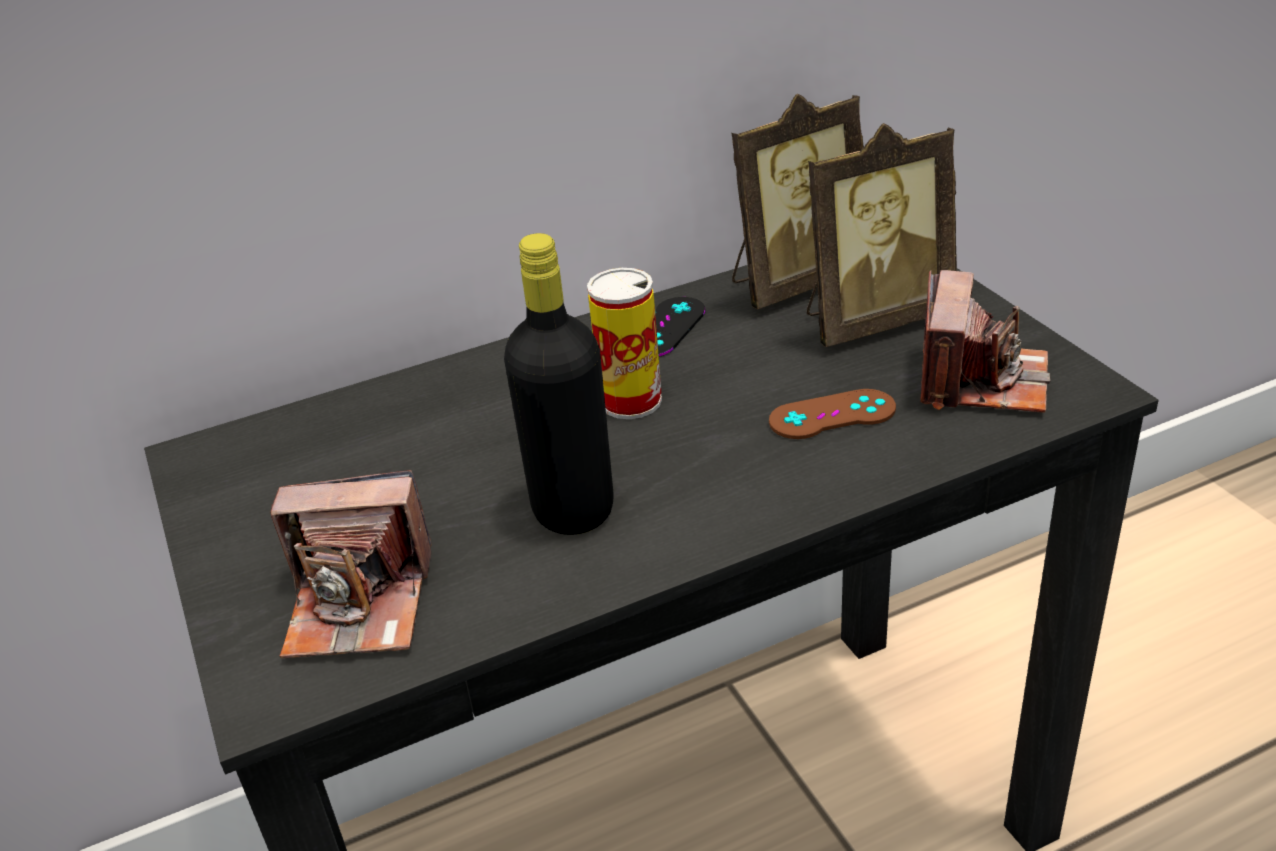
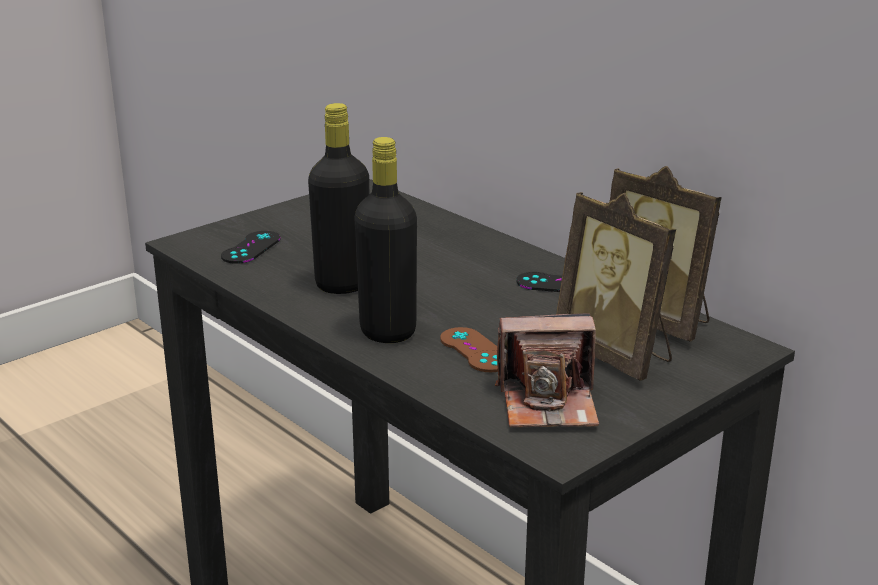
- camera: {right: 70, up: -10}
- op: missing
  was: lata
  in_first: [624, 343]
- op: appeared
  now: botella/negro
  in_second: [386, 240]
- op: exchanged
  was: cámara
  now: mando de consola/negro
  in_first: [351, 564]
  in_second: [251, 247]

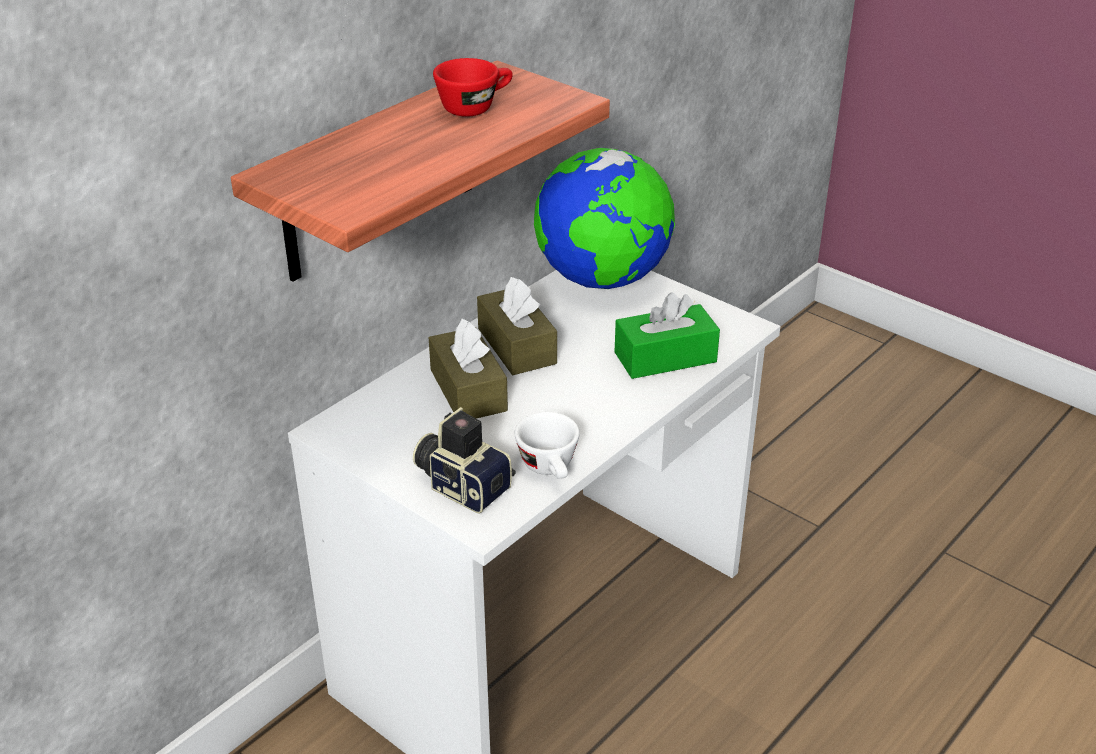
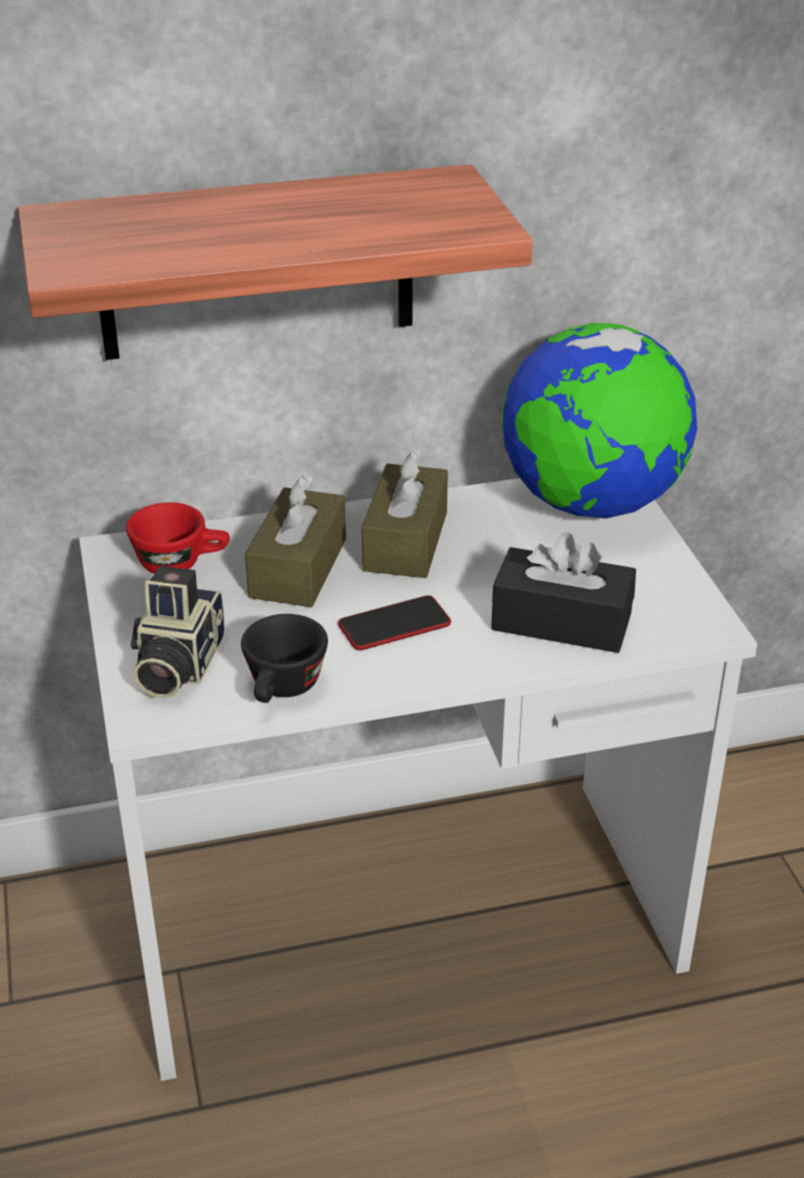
- camera: {right: 35, up: 0}
- op: appeared
  now: móvil
  in_second: [394, 622]
- op: relocated
  was: taza/rojo
  in_first: [473, 87]
  in_second: [178, 538]
- op: colour
  was: taza/blanco
  now: taza/negro
  in_first: [547, 445]
  in_second: [284, 658]
- op: colour
  was: caja de pañuelos/verde
  now: caja de pañuelos/negro
  in_first: [667, 335]
  in_second: [563, 592]
- op: spun
  was: cámara
  in_first: [464, 460]
  in_second: [178, 632]
  clockwise: -150

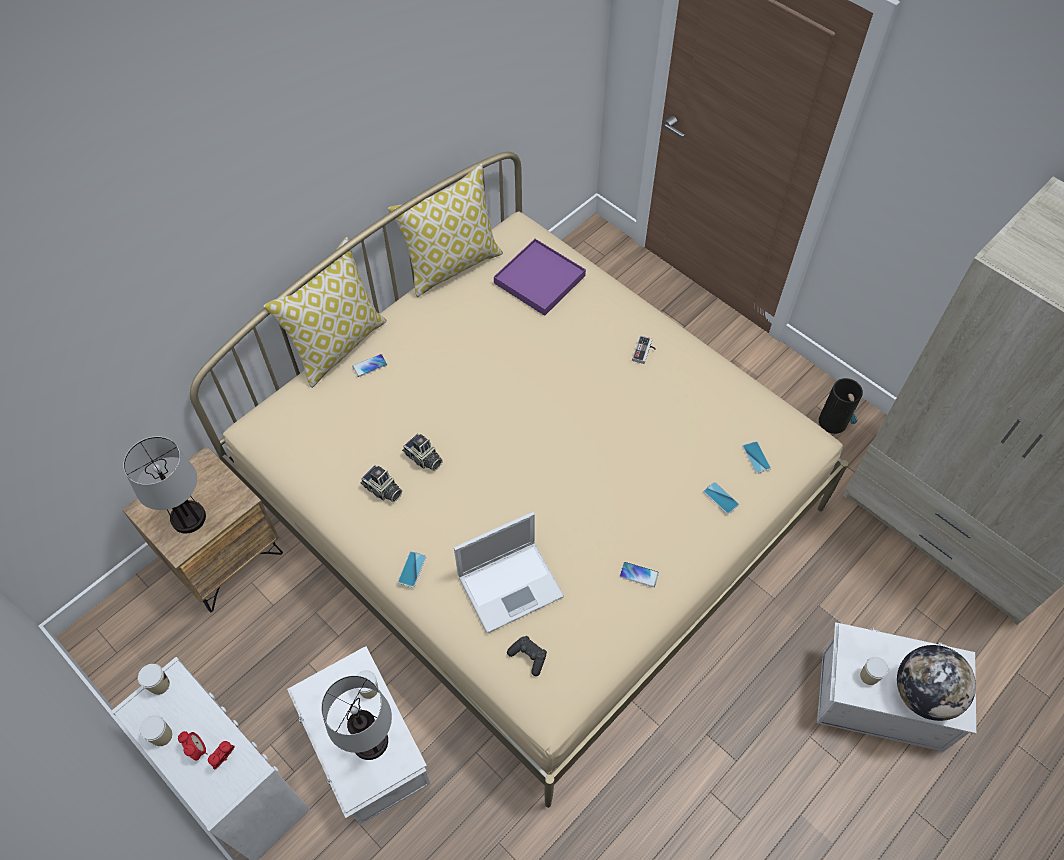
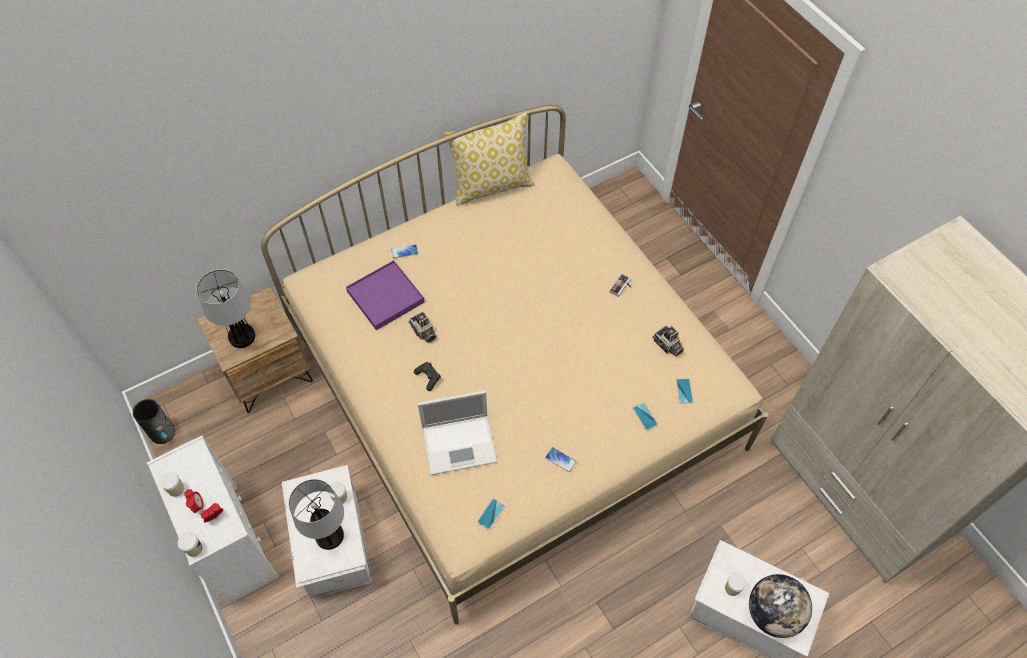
- camera: {right: 15, up: 0}
- op: missing
  was: cojín
  in_first: [325, 312]
- op: relocated
  was: taza
  in_first: [154, 679]
  in_second: [190, 544]
- op: relocated
  was: cámara
  in_first: [381, 483]
  in_second: [668, 341]
- op: relocated
  was: móvil
  in_first: [412, 569]
  in_second: [491, 514]
- op: relocated
  was: bandeja/morado
  in_first: [540, 277]
  in_second: [385, 295]
- op: relocated
  was: mando de consola/negro
  in_first: [527, 656]
  in_second: [427, 376]
- op: relocated
  was: florero
  in_first: [841, 406]
  in_second: [154, 421]

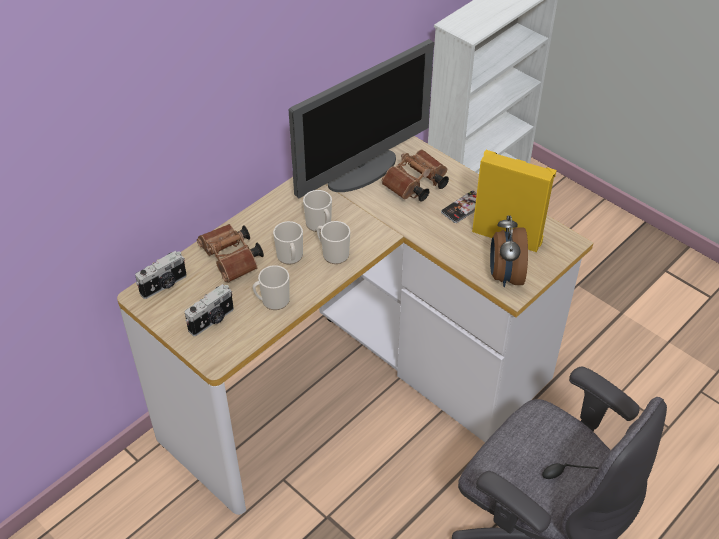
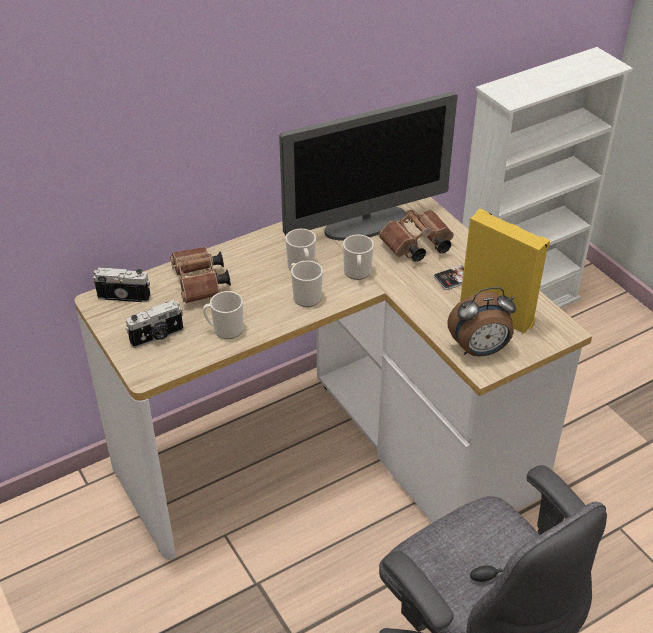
- camera: {right: 15, up: -5}
- op: relocated
  was: taza grande
  in_first: [288, 243]
  in_second: [358, 257]
- op: spun
  was: cámara
  in_first: [161, 275]
  in_second: [122, 284]
  clockwise: -150
- op: spun
  was: despertador
  in_first: [509, 251]
  in_second: [481, 321]
  clockwise: -120

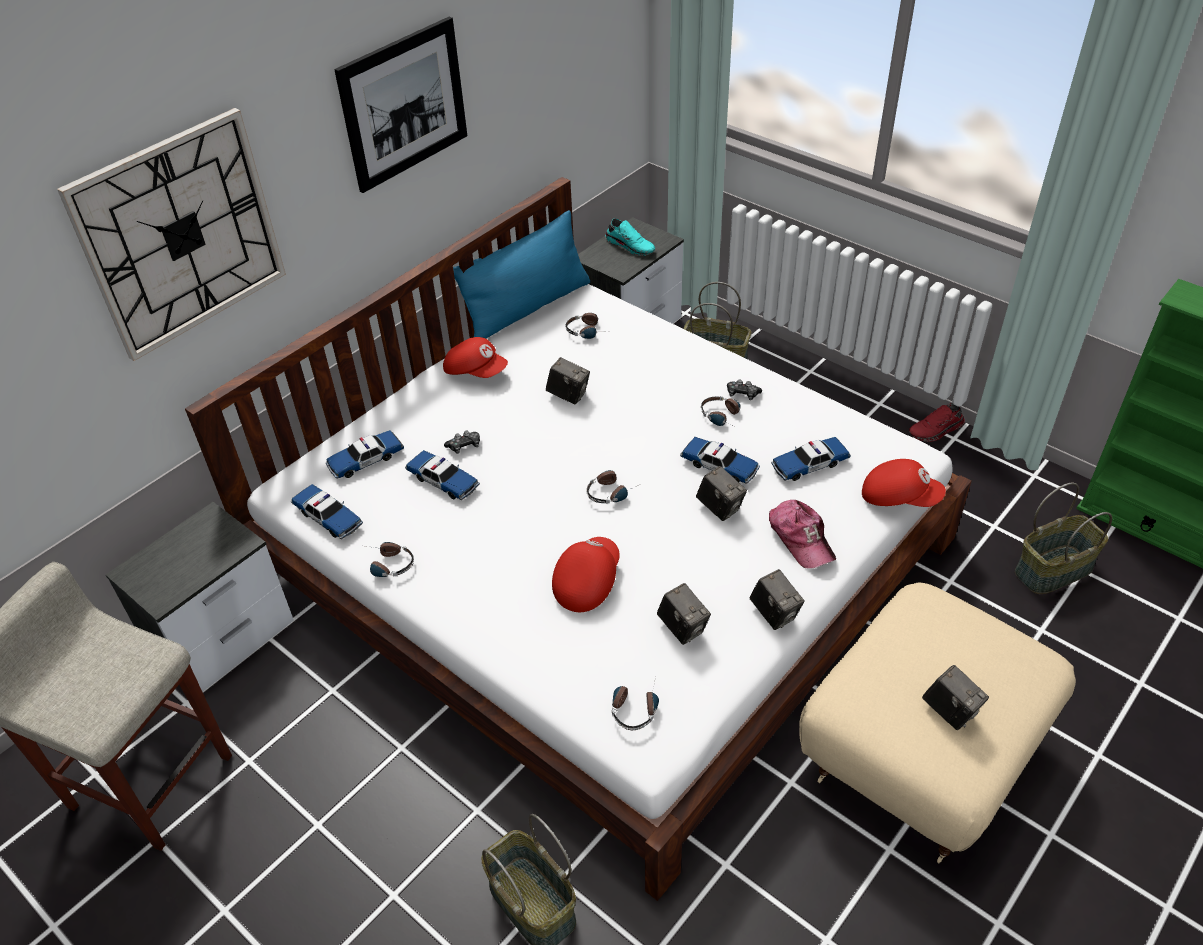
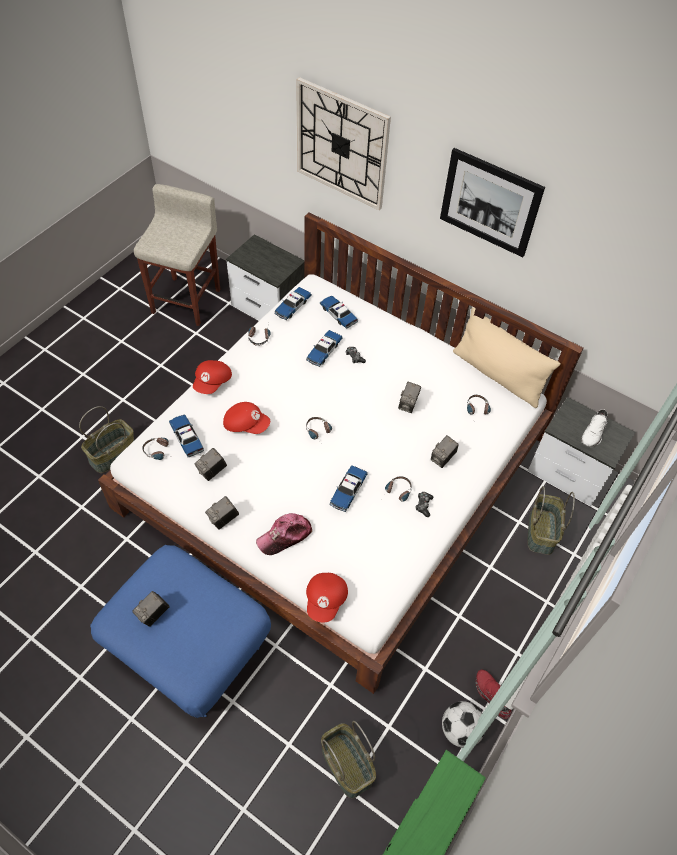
- camera: {right: 80, up: 10}
- op: appeared
  now: balón de fútbol
  in_second: [463, 724]
- op: relocated
  was: gorra/rojo
  in_first: [475, 357]
  in_second: [212, 377]
- op: relocated
  was: cámara
  in_first: [721, 493]
  in_second: [445, 451]
- op: relocated
  was: coche de juguete
  in_first: [811, 459]
  in_second: [186, 435]
- op: colour
  was: cojín/azul
  now: cojín/beis
  in_first: [521, 274]
  in_second: [507, 357]
- op: colour
  was: zapato/turquesa
  now: zapato/blanco
  in_first: [630, 237]
  in_second: [594, 428]
- op: colour
  was: puf/beis
  now: puf/azul
  in_first: [937, 722]
  in_second: [180, 631]

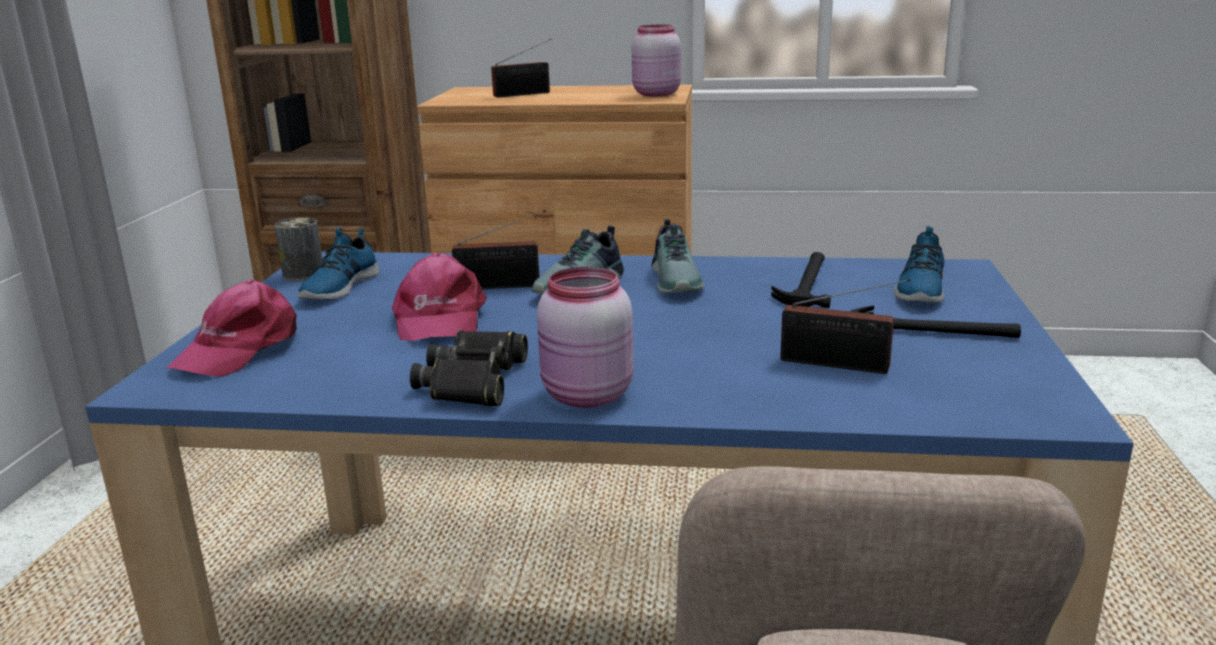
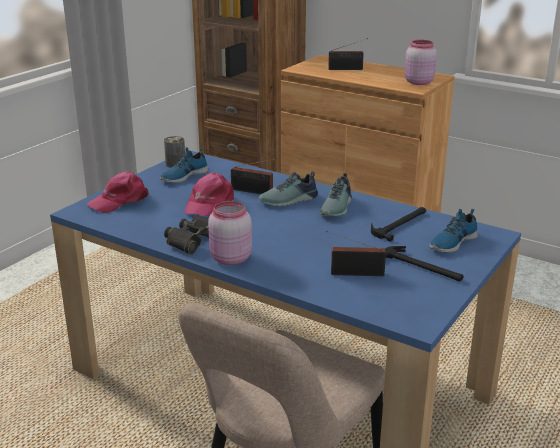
- camera: {right: 25, up: 5}
- op: spun
  was: radio
  in_first: [845, 326]
  in_second: [356, 253]
  clockwise: 135

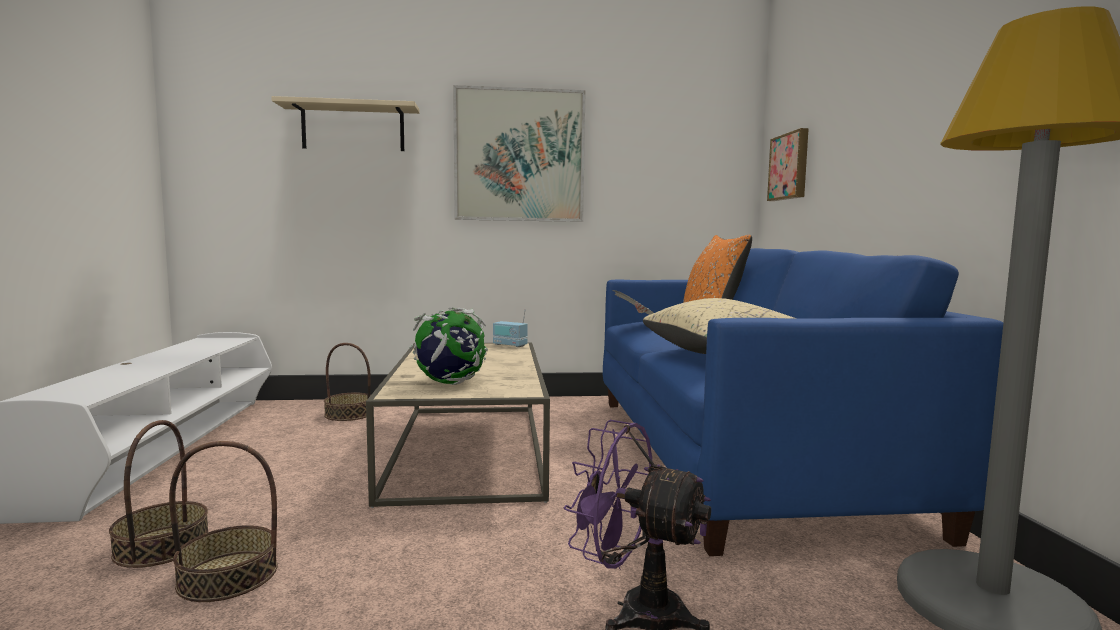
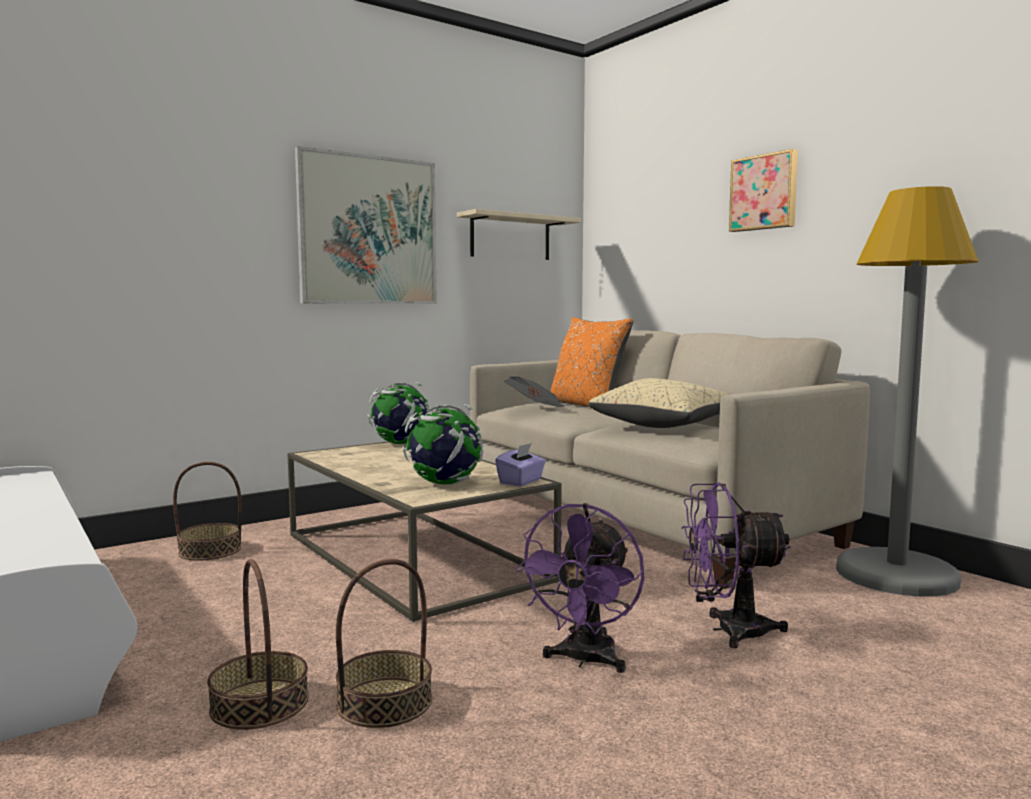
- camera: {right: -30, up: 0}
- op: appeared
  now: caja de pañuelos/morado
  in_second: [520, 464]
- op: appeared
  now: ventilador/morado
  in_second: [579, 588]
- op: relocated
  was: estante/beis
  in_first: [345, 123]
  in_second: [519, 234]
- op: relocated
  was: cuadro
  in_first: [788, 164]
  in_second: [763, 190]
- op: exchanged
  was: radio
  now: globo terráqueo
  in_first: [510, 328]
  in_second: [398, 413]
- op: colour
  was: sofá/azul
  now: sofá/beis
  in_first: [803, 402]
  in_second: [670, 459]

